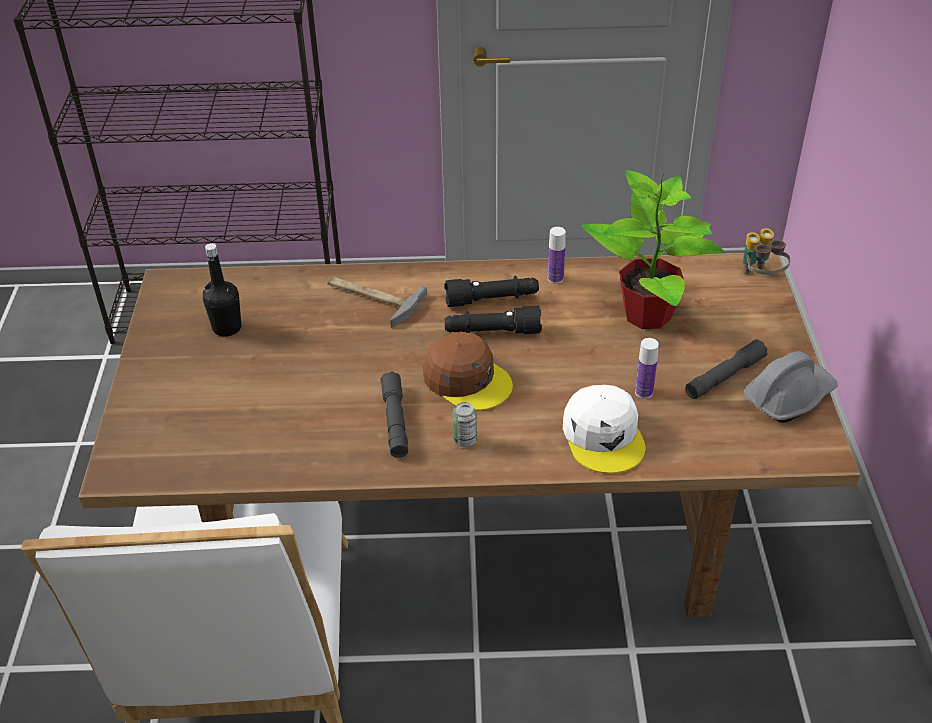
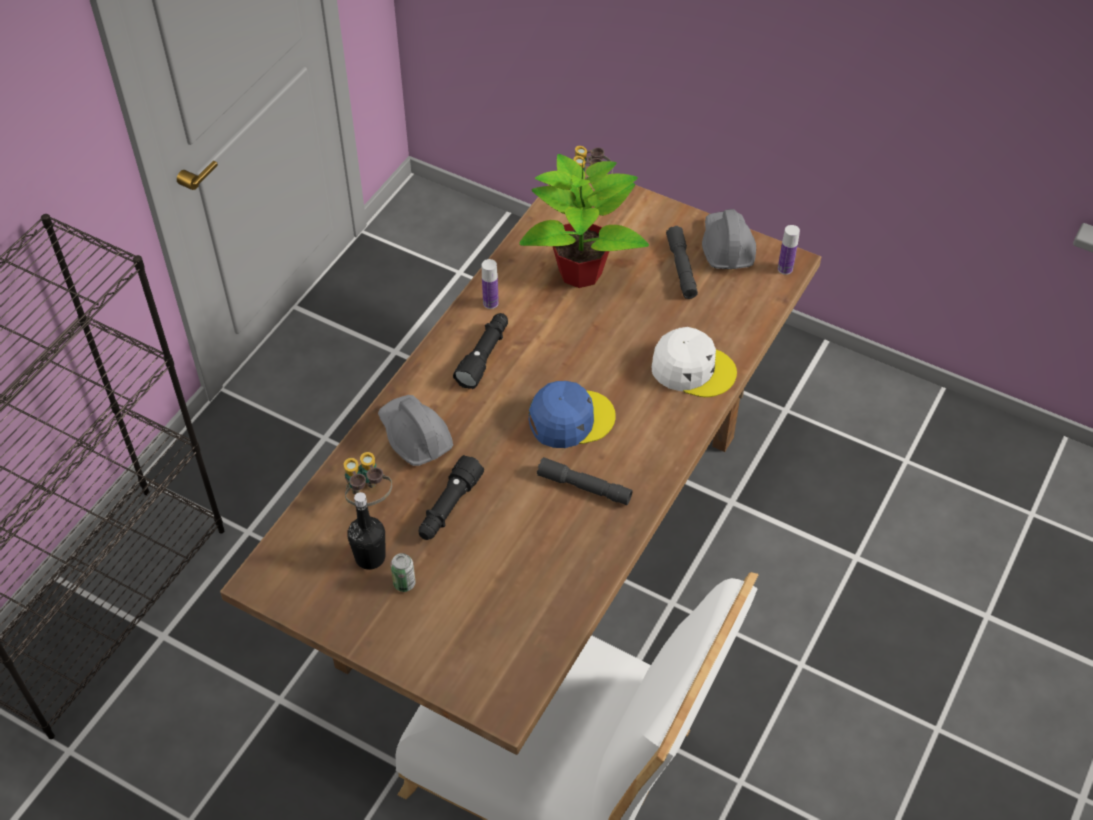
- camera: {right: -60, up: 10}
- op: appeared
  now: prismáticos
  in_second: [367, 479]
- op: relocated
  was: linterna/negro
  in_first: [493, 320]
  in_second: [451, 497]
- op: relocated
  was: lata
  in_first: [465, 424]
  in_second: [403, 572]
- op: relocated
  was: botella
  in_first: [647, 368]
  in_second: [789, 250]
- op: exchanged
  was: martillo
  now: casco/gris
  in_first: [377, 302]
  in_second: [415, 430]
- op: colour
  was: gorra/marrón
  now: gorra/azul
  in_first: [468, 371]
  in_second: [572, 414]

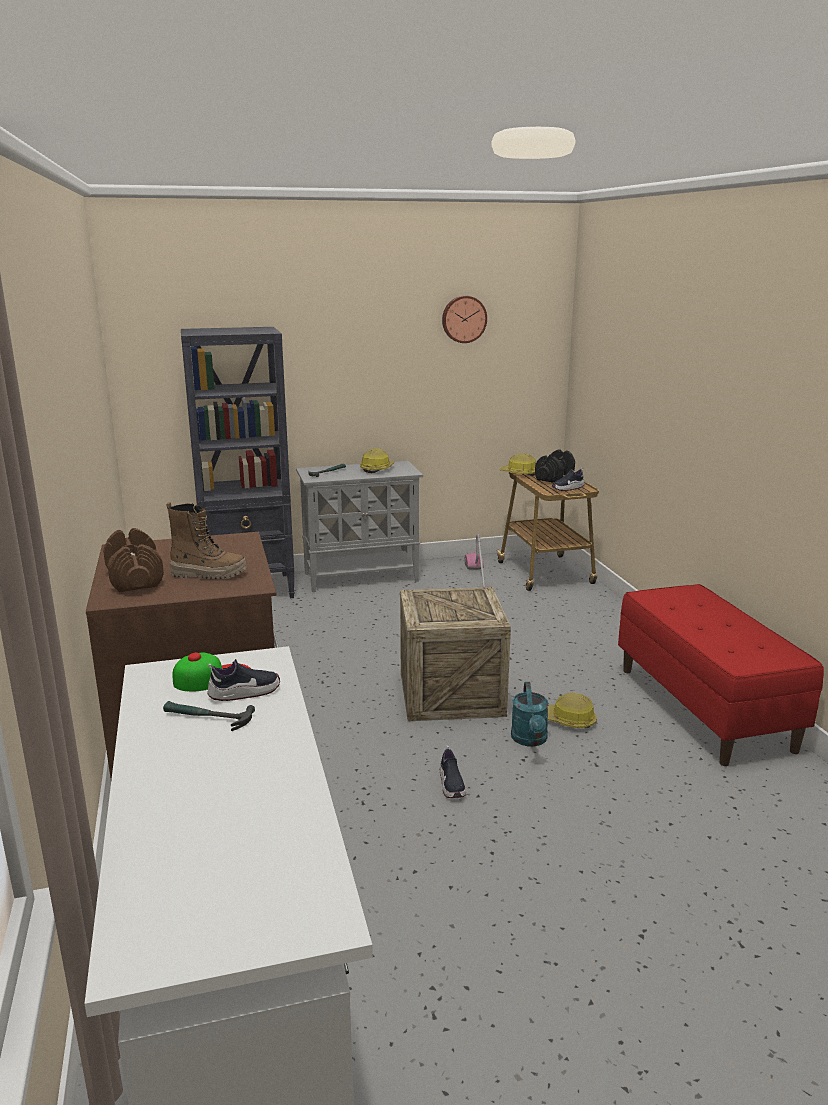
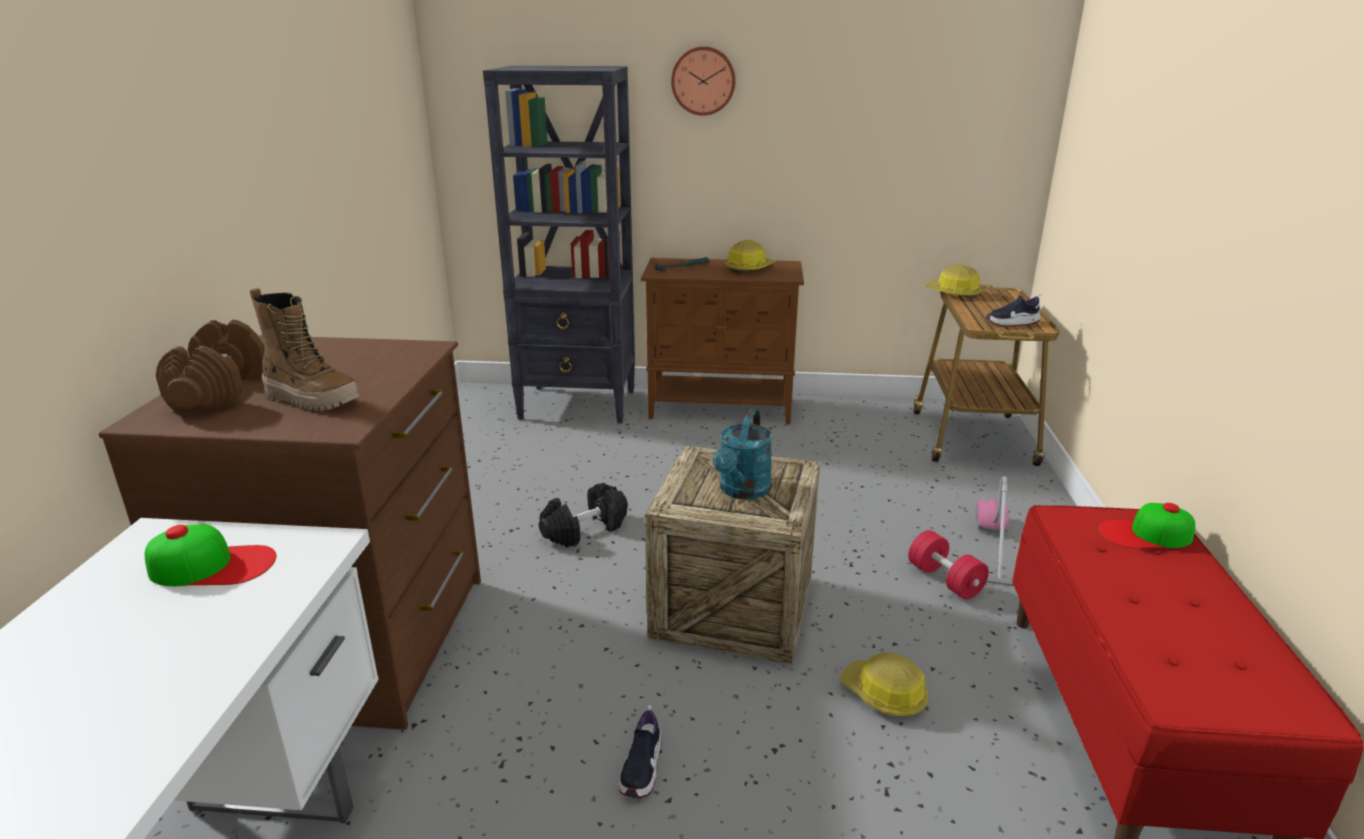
- camera: {right: 20, up: 5}
- op: missing
  was: martillo
  in_first: [209, 716]
- op: missing
  was: zapato
  in_first: [243, 680]
- op: appeared
  now: mancuerna/rojo
  in_second: [948, 564]
- op: appeared
  now: gorra
  in_second: [1146, 525]
- op: relocated
  was: reloj de pared
  in_first: [464, 319]
  in_second: [703, 81]
- op: relocated
  was: aspiradora
  in_first: [478, 561]
  in_second: [994, 531]
- op: relocated
  was: regadera/turquesa
  in_first: [530, 714]
  in_second: [743, 454]
- op: relocated
  was: mancuerna/negro
  in_first: [555, 466]
  in_second: [583, 515]
- op: colour
  was: armario/gris
  now: armario/marrón
  in_first: [359, 526]
  in_second: [722, 341]

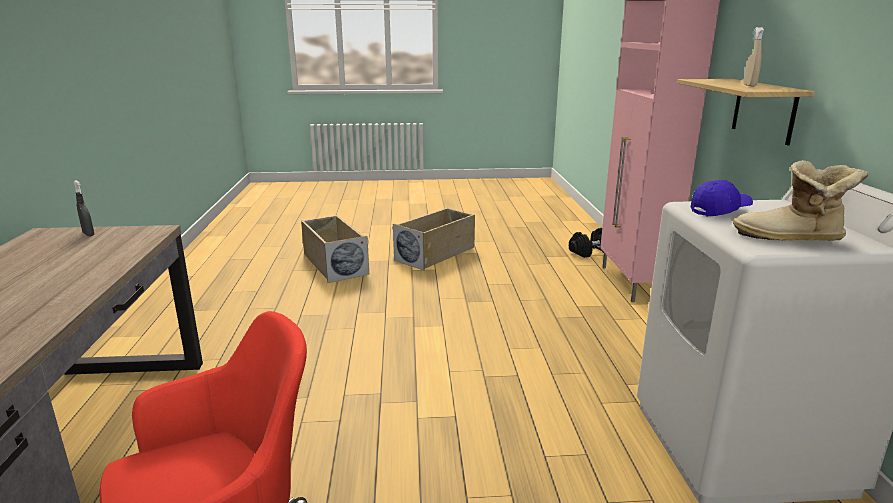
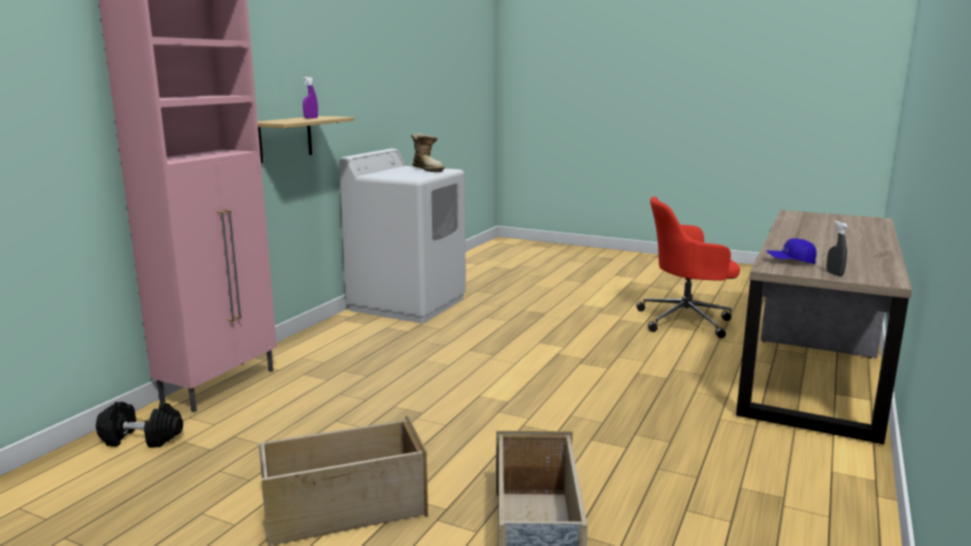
- camera: {right: -150, up: -5}
- op: relocated
  was: gorra/azul
  in_first: [721, 198]
  in_second: [791, 251]
- op: colour
  was: pulverizador/beis
  now: pulverizador/morado
  in_first: [753, 56]
  in_second: [310, 98]

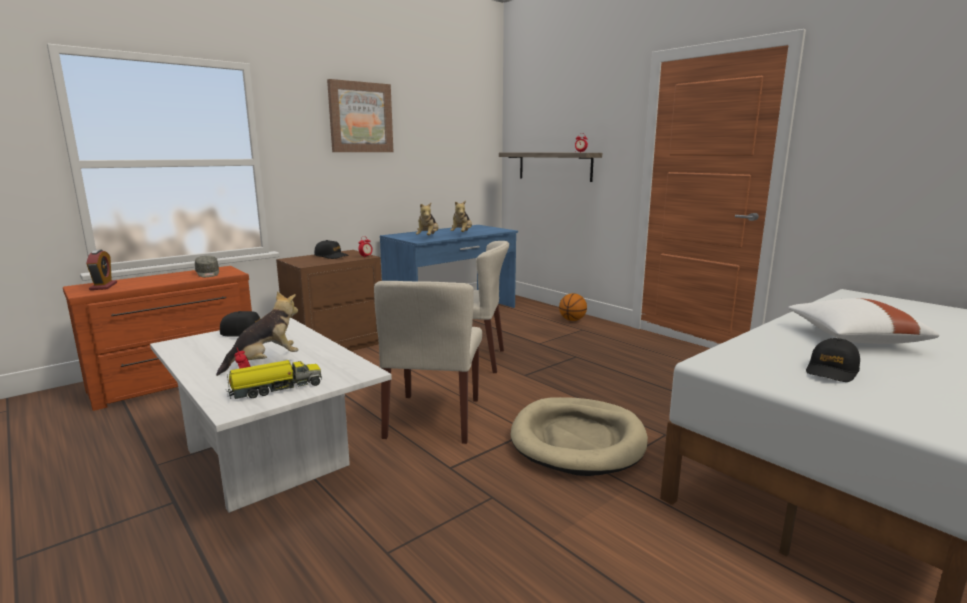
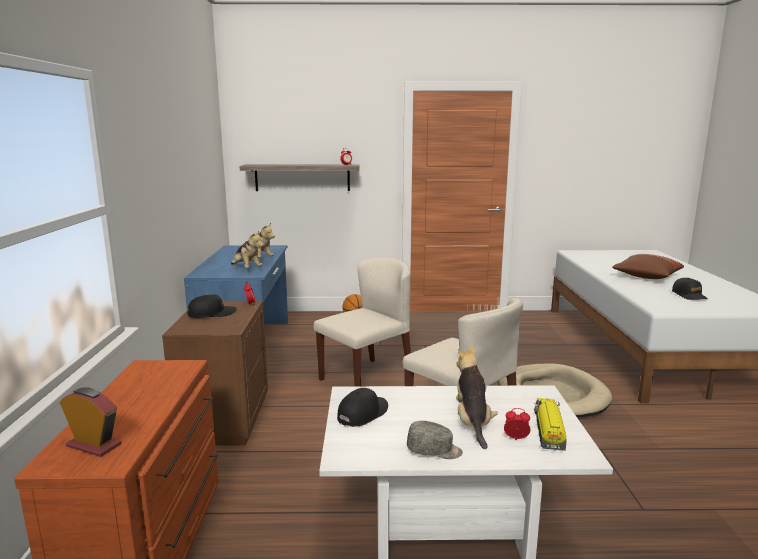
- camera: {right: -50, up: 0}
- op: missing
  was: cuadro
  in_first: [360, 115]
- op: relocated
  was: gorra/gris
  in_first: [207, 266]
  in_second: [435, 440]
- op: colour
  was: cojín/blanco
  now: cojín/marrón
  in_first: [863, 321]
  in_second: [648, 266]

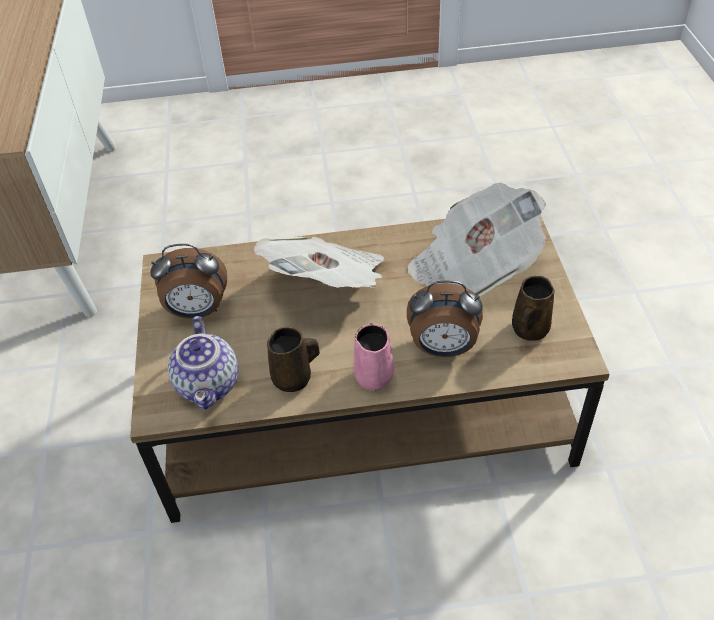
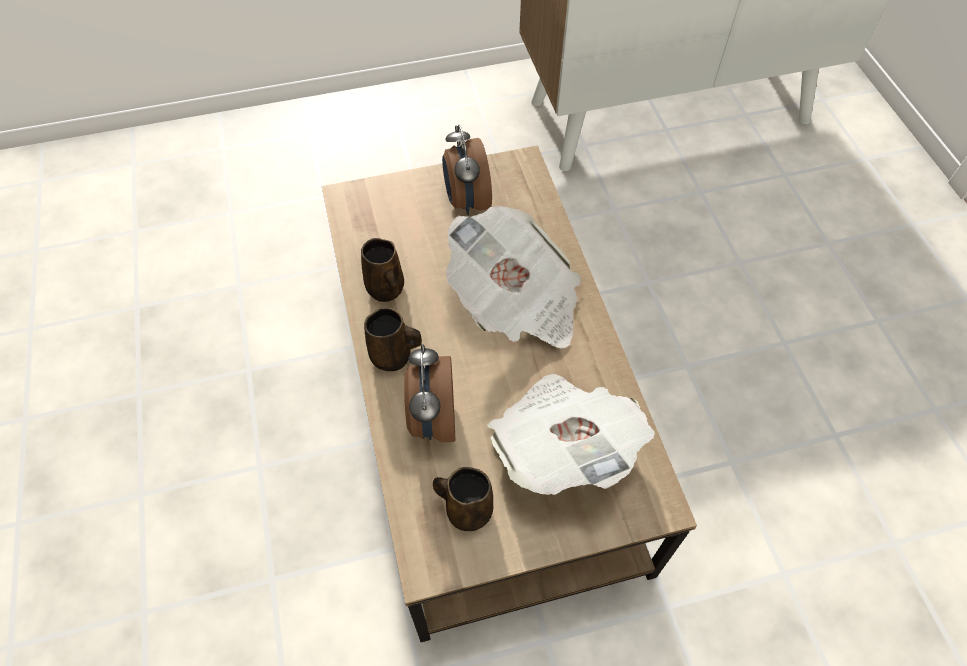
- camera: {right: 80, up: 10}
- op: missing
  was: tetera
  in_first: [203, 363]
- op: colour
  was: taza grande/rosa
  now: taza grande/marrón
  in_first: [373, 357]
  in_second: [393, 339]

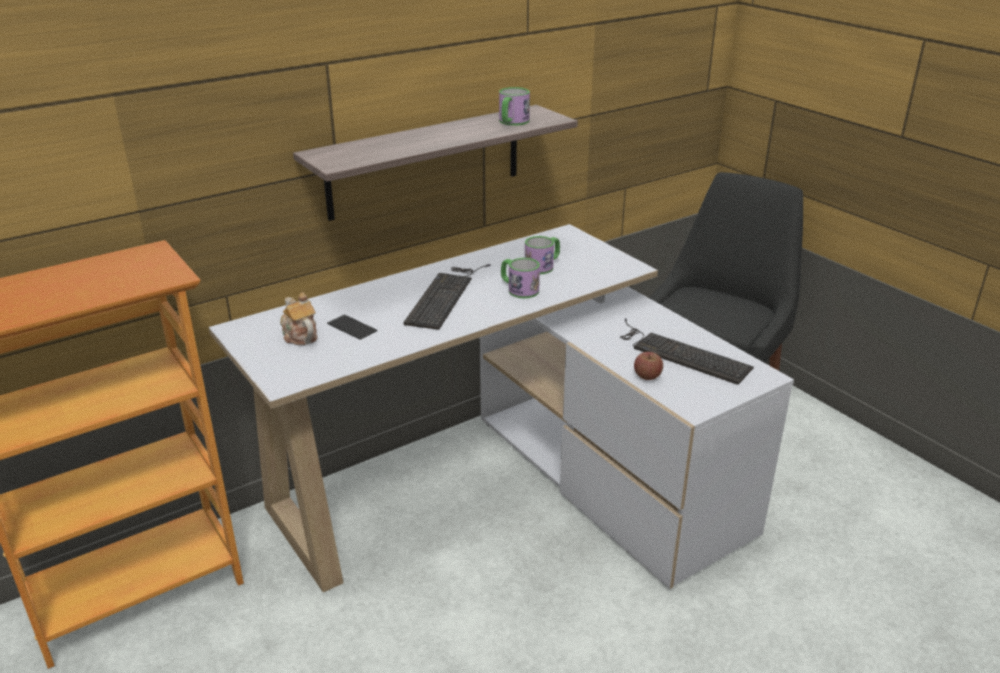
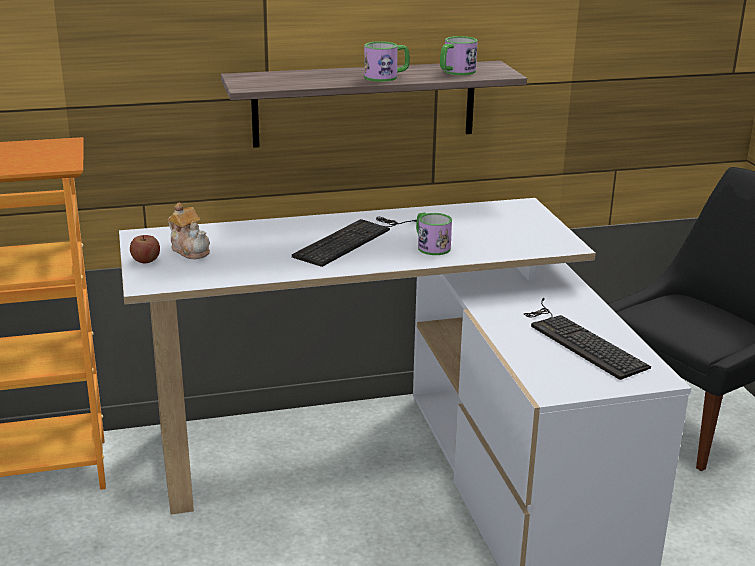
- camera: {right: 20, up: -5}
- op: missing
  was: móvil
  in_first: [352, 327]
- op: relocated
  was: taza grande
  in_first: [542, 255]
  in_second: [387, 61]
- op: relocated
  was: manzana
  in_first: [648, 366]
  in_second: [145, 249]
- op: spun
  was: tetera
  in_first: [298, 319]
  in_second: [189, 231]
  clockwise: 150

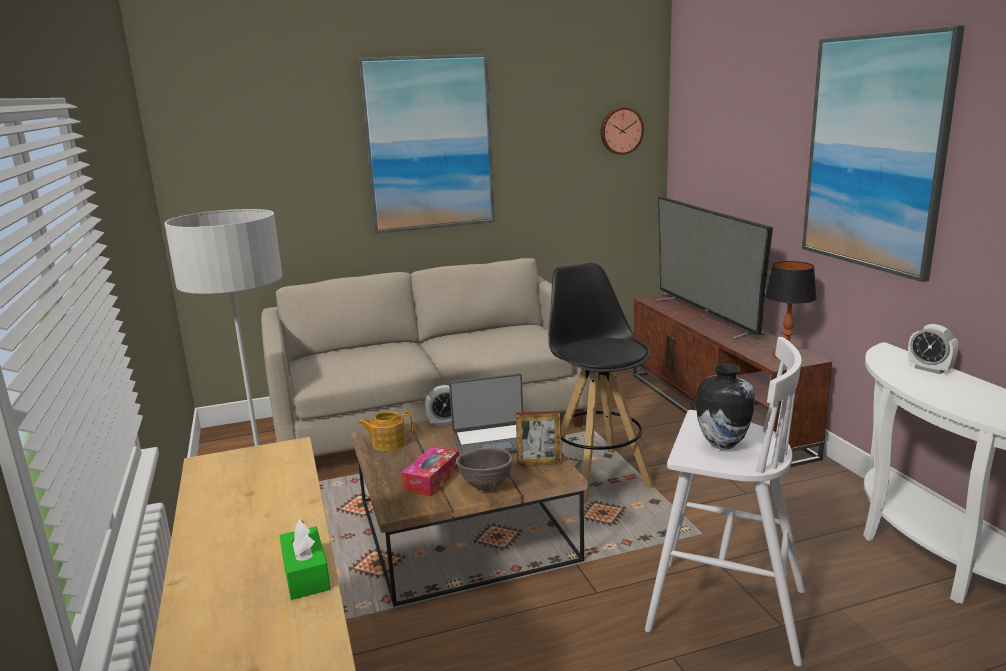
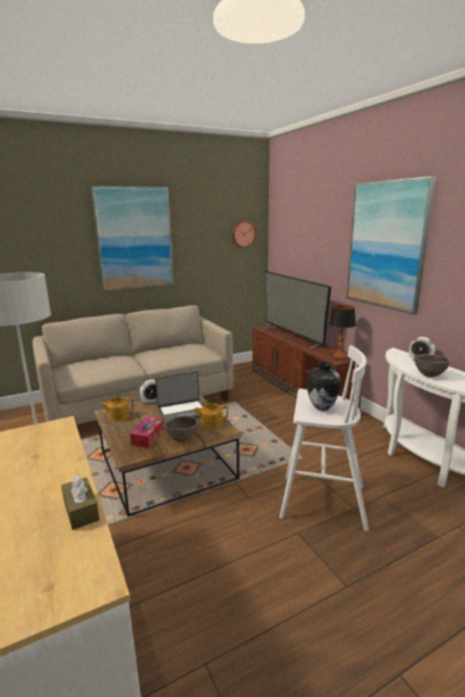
- camera: {right: -10, up: 0}
- op: missing
  was: taburete/negro
  in_first: [601, 383]
- op: appeared
  now: cuenco/marrón
  in_second: [432, 365]
- op: exchanged
  was: portarretratos
  now: tetera
  in_first: [538, 438]
  in_second: [211, 416]
- op: colour
  was: caja de pañuelos/verde
  now: caja de pañuelos/marrón
  in_first: [304, 560]
  in_second: [80, 502]

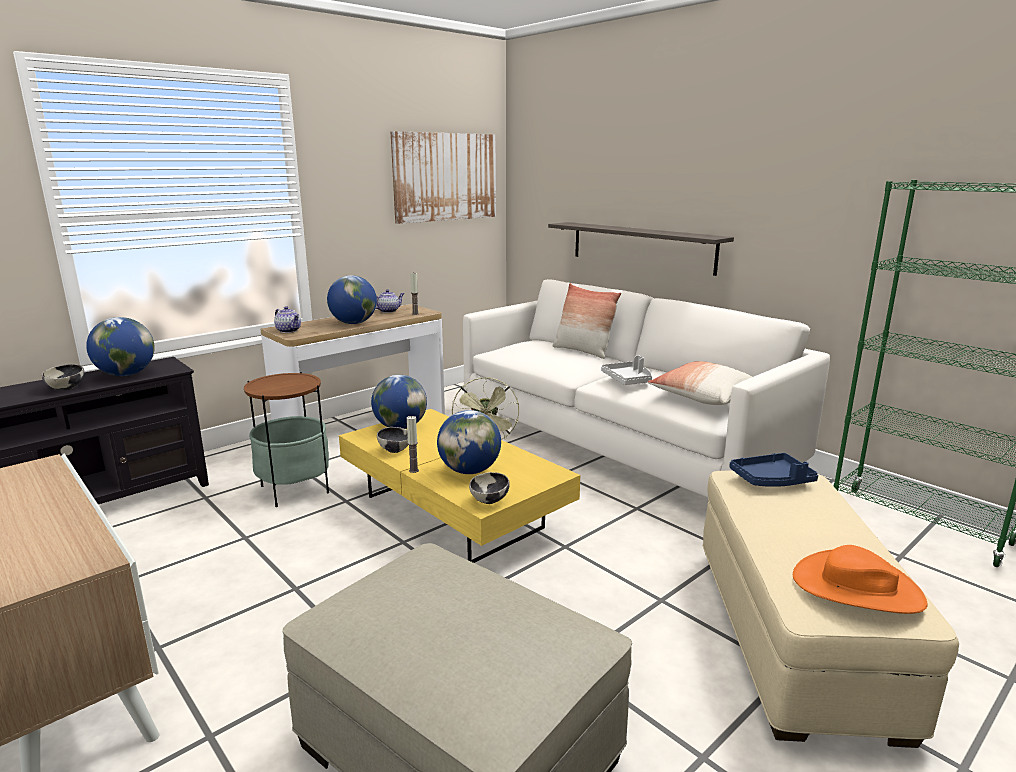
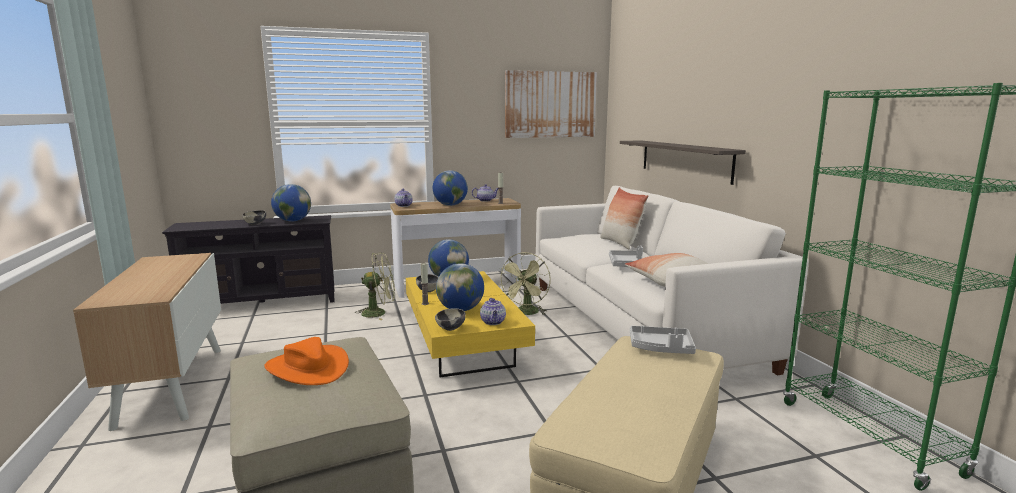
- camera: {right: 25, up: -5}
- op: appeared
  now: tetera
  in_second: [493, 311]
- op: relocated
  was: sombrero/naranja
  in_first: [860, 579]
  in_second: [306, 361]
- op: exchanged
  was: mesa auxiliar
  now: ventilador/verde
  in_first: [286, 439]
  in_second: [375, 286]
- op: colour
  was: bandeja/azul
  now: bandeja/gris
  in_first: [773, 470]
  in_second: [663, 340]

